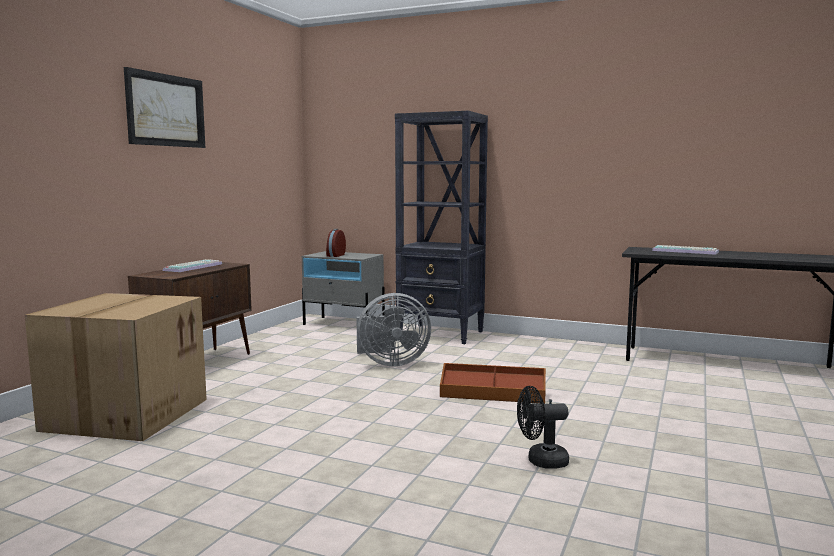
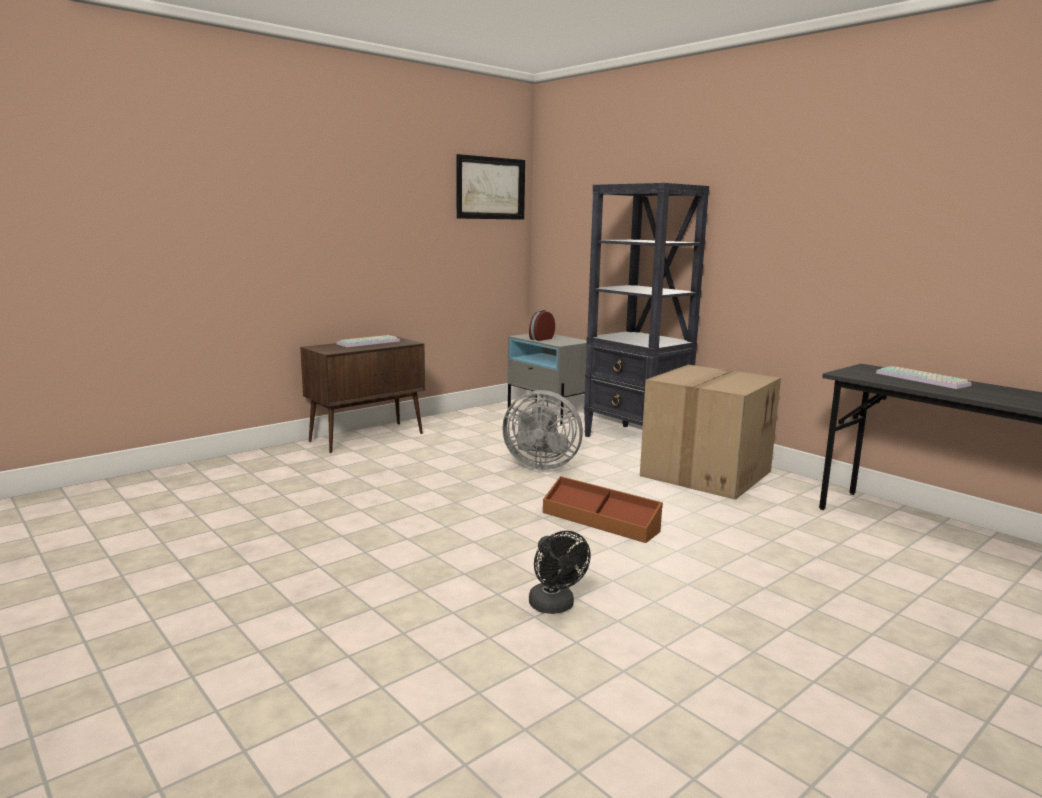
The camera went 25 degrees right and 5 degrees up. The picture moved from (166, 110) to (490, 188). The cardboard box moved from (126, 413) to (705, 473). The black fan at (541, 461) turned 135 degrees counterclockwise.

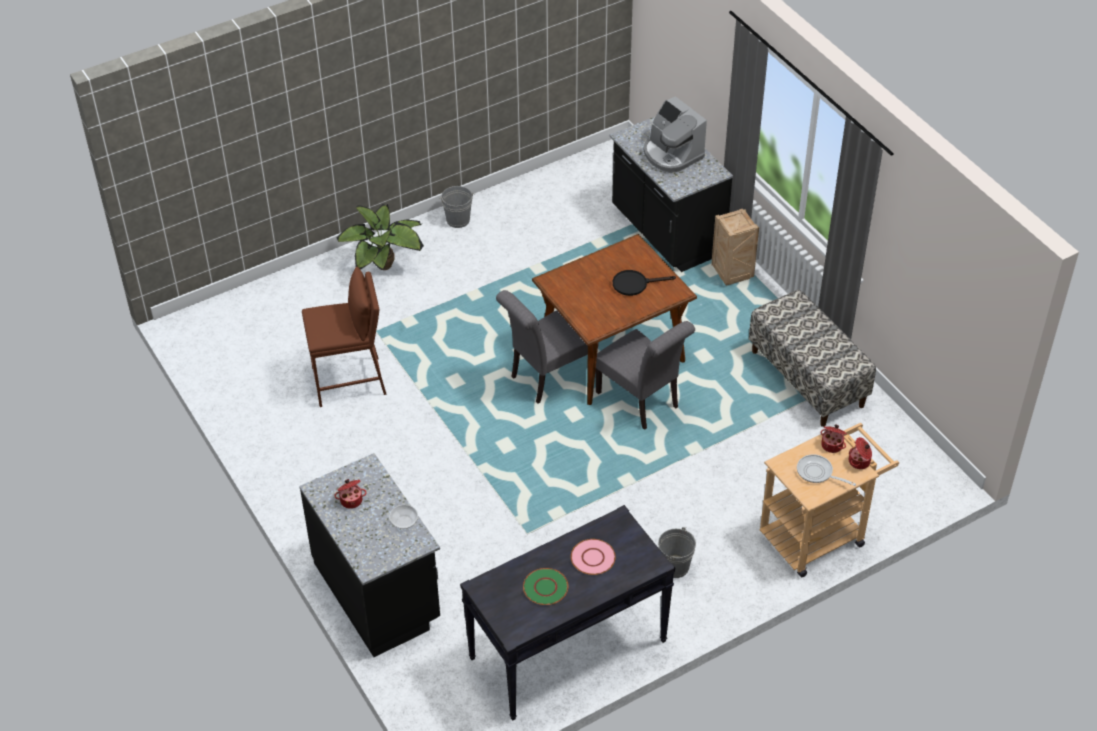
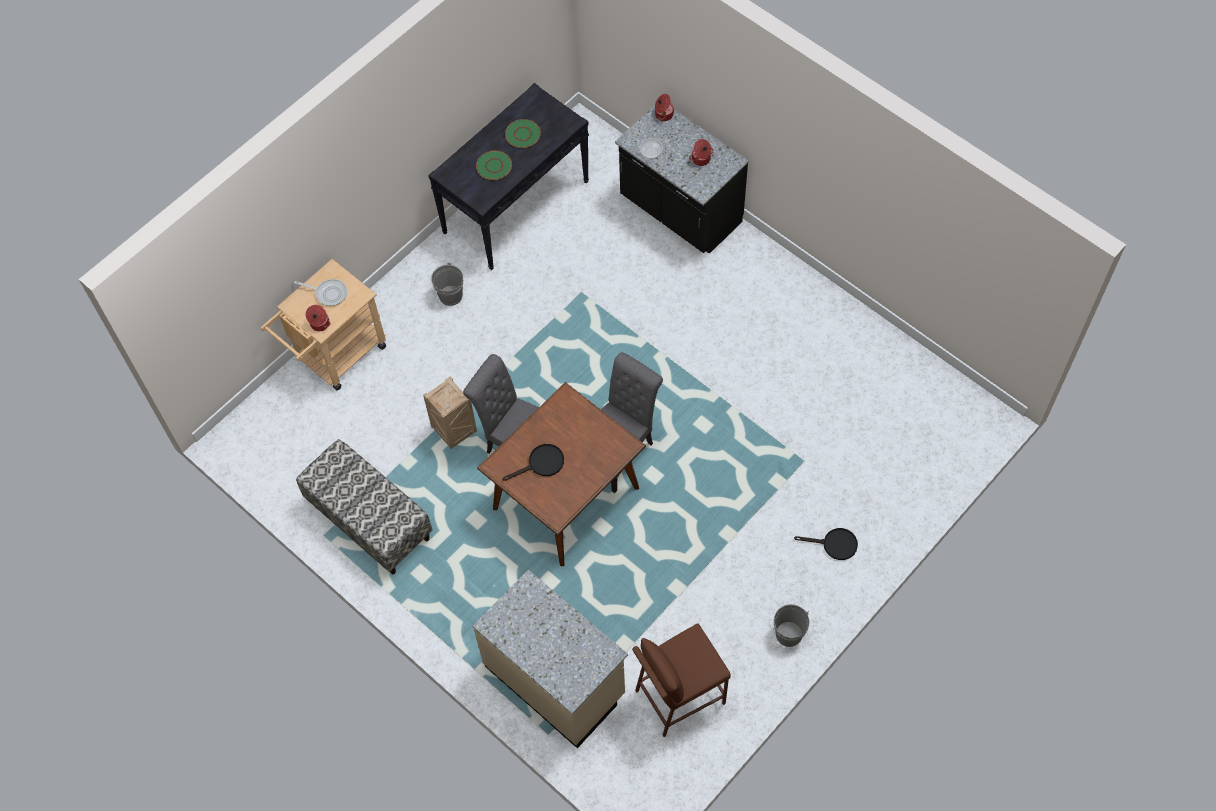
The camera went 165 degrees right and 15 degrees up. The coffee machine at (671, 154) disappeared. The black counter at (666, 233) became the beige counter at (556, 680). The potted plant at (385, 267) was replaced by the black frying pan at (834, 544). The crate moved from (733, 274) to (453, 431). The brown stool moved from (349, 381) to (679, 696). The cooking pot moved from (860, 462) to (663, 114). The pink plate at (593, 557) became the green plate at (494, 166).

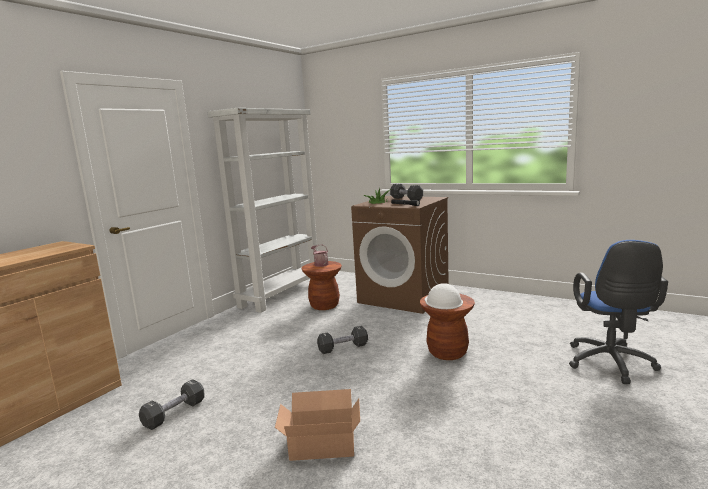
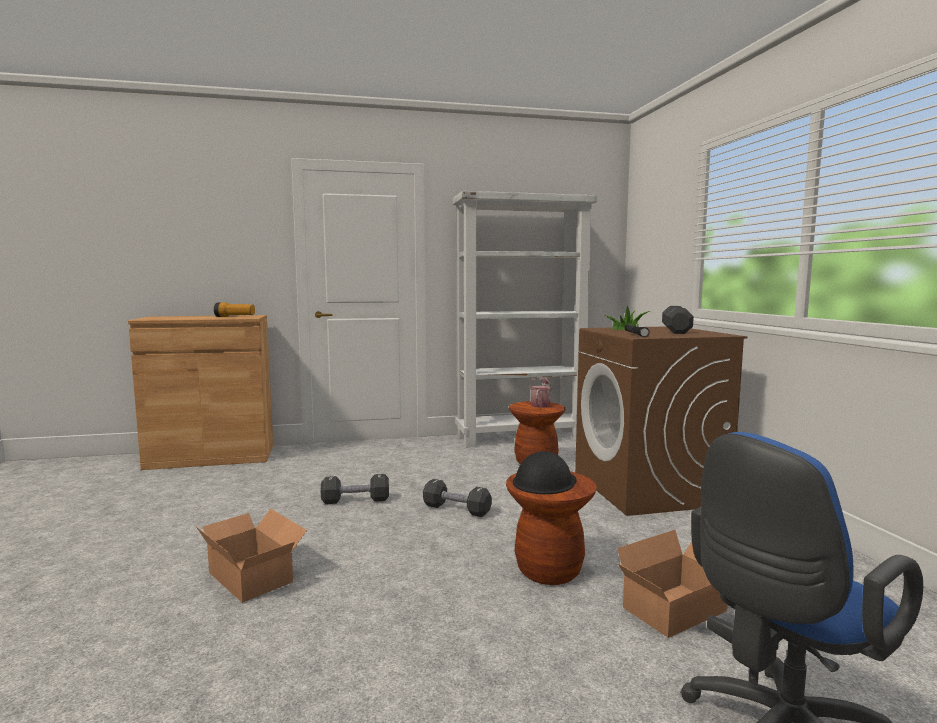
The camera went 45 degrees right and 5 degrees down. The white hard hat at (443, 301) became the black hard hat at (544, 481). The black dumbbell moved from (174, 413) to (355, 500). The flashlight at (235, 317) appeared. The cardboard box at (679, 610) appeared.

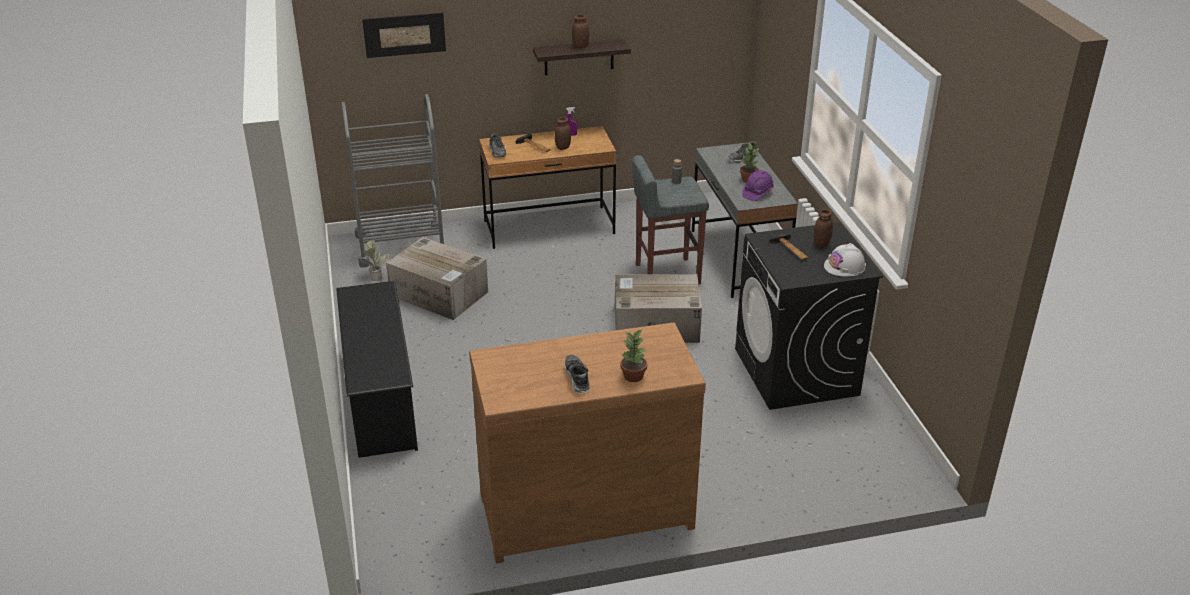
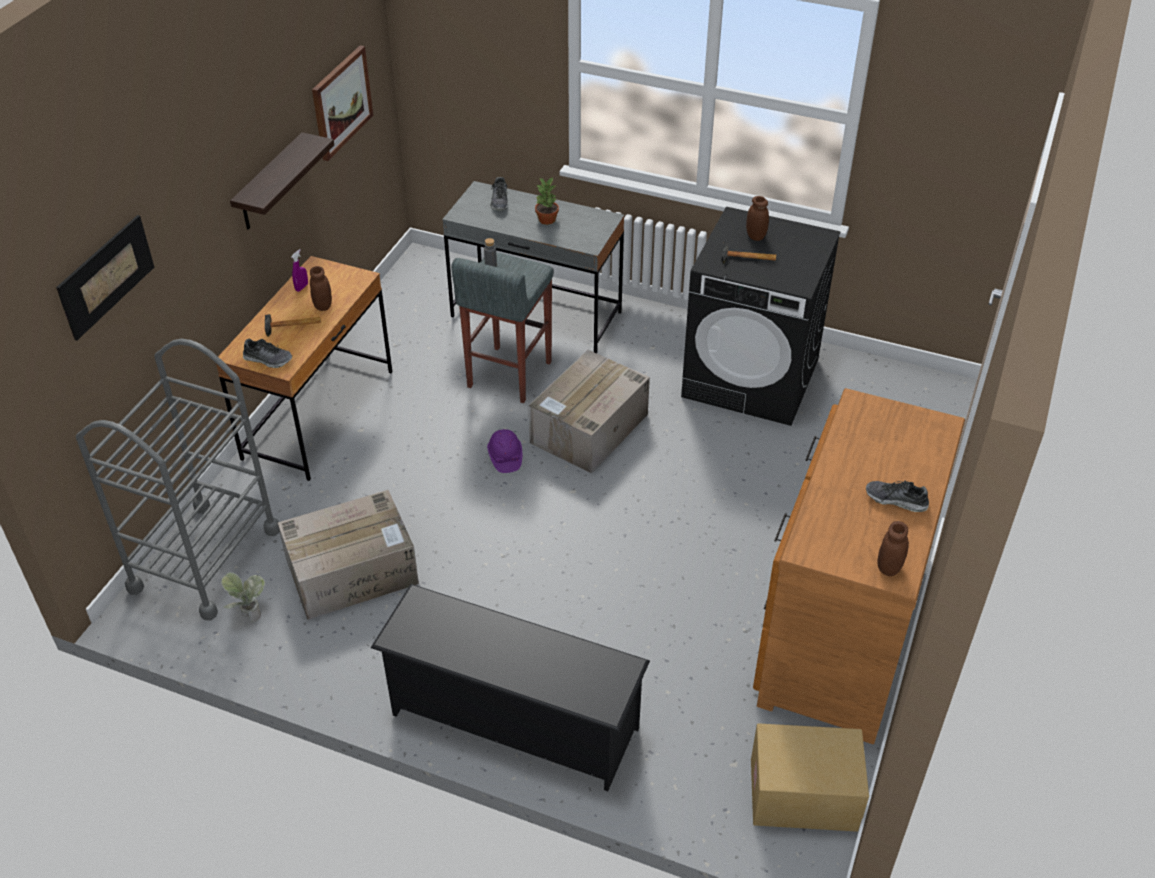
The camera went 55 degrees left and 10 degrees up. The brown jar moved from (580, 46) to (889, 568). The purple hard hat moved from (757, 193) to (505, 457). The white hard hat at (844, 266) disappeared. The potted plant at (634, 376) disappeared. The picture at (341, 102) appeared. The cardboard box at (802, 796) appeared.

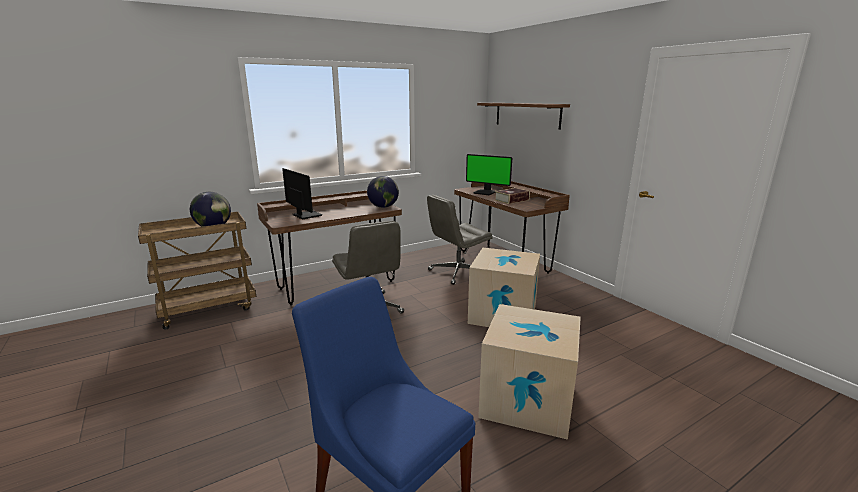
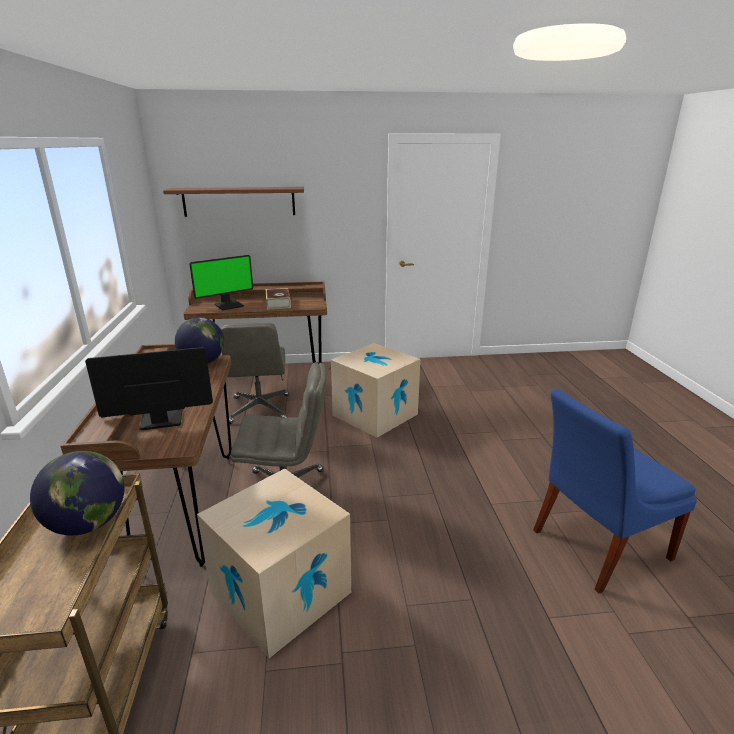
The camera went 65 degrees left and 5 degrees up. The cardboard box moved from (527, 400) to (281, 592).

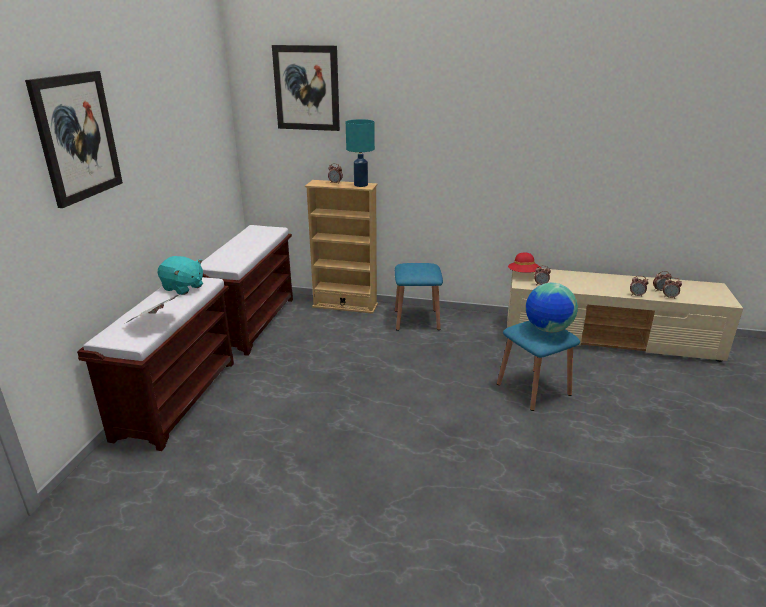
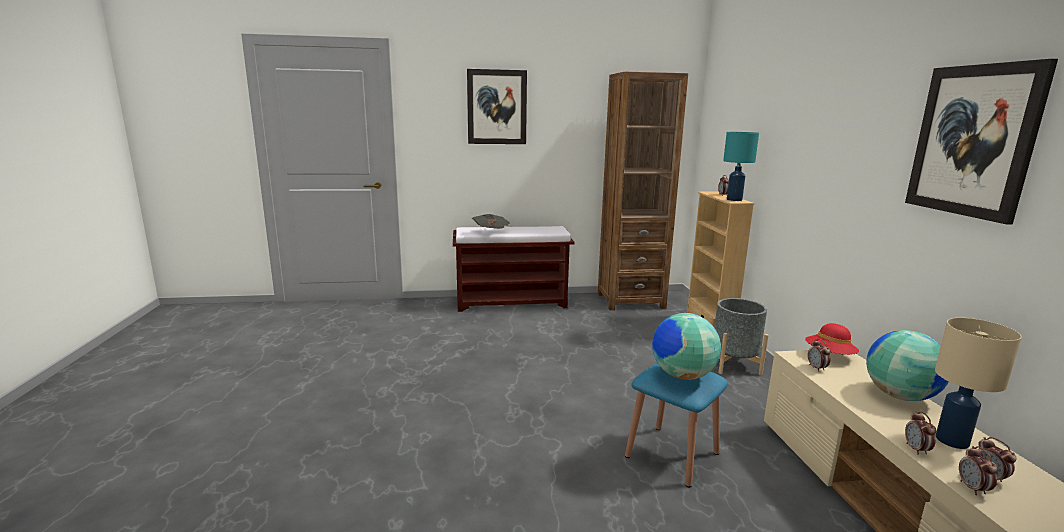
The camera went 70 degrees right and 10 degrees down. The picture moved from (307, 88) to (973, 141). The brown bench at (252, 322) was replaced by the brown bookcase at (630, 301). The turquoise plush toy at (183, 288) disappeared. The blue stool at (416, 320) was replaced by the grey planter at (733, 364). The beige table lamp at (951, 441) appeared. The globe at (899, 395) appeared.

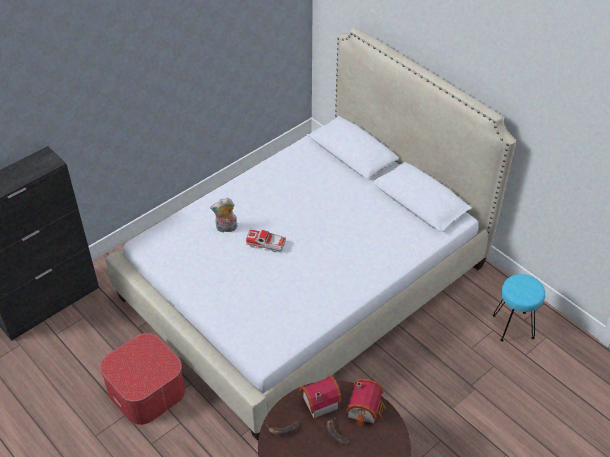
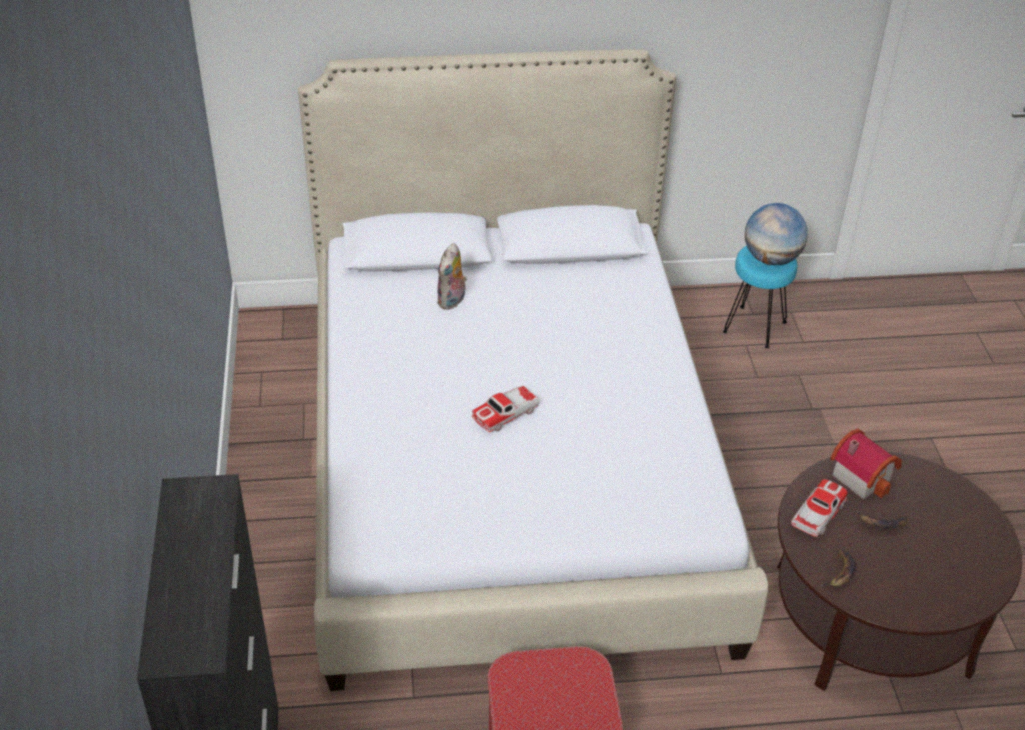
The camera went 55 degrees left and 5 degrees down. The plush toy moved from (226, 229) to (452, 301). The toy house at (318, 402) was replaced by the toy car at (818, 514). The globe at (771, 259) appeared.

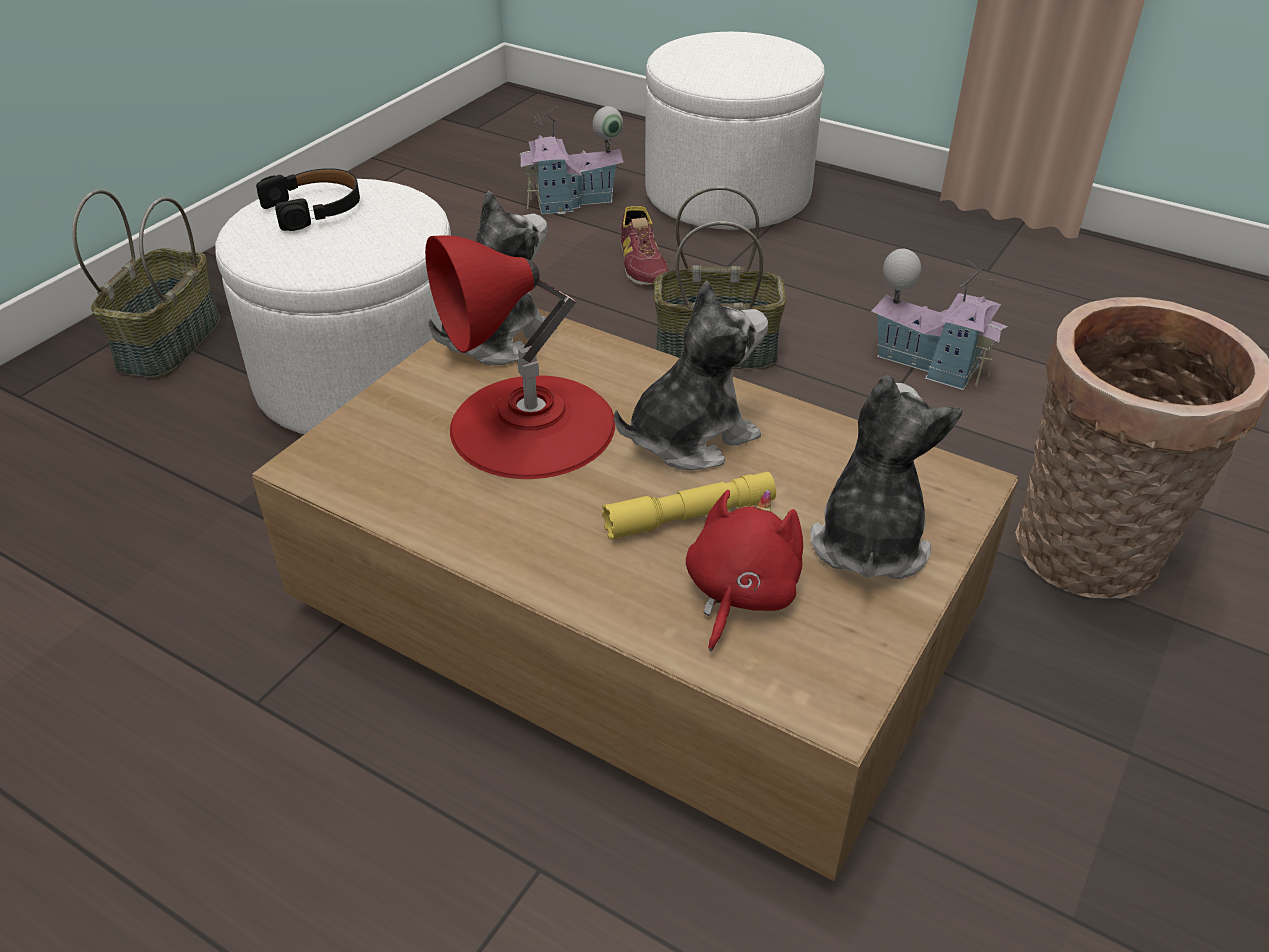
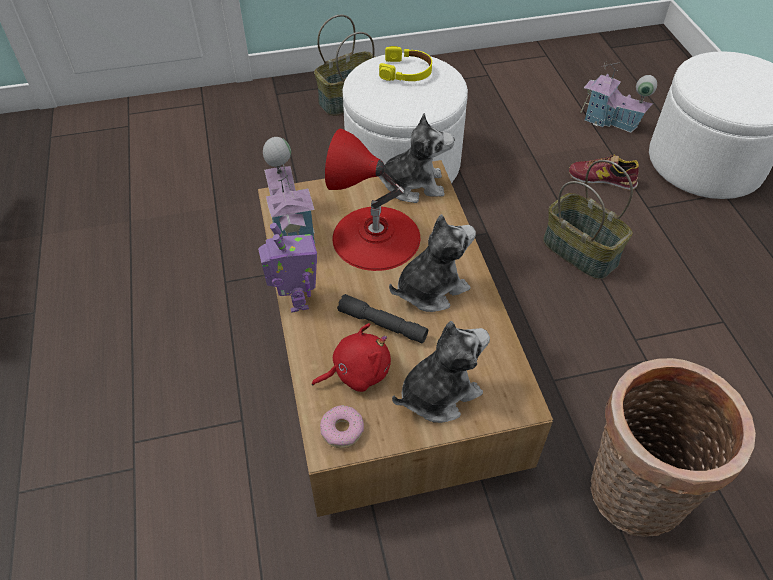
The camera went 45 degrees right and 10 degrees up. The black headphones at (315, 208) became the yellow headphones at (406, 71). The shoe at (642, 263) turned 75 degrees clockwise. The toy house moved from (930, 364) to (291, 225). The plush toy at (690, 437) turned 45 degrees counterclockwise. The yellow flashlight at (689, 516) became the grey flashlight at (382, 324). The toy robot at (295, 300) appeared. The donut at (342, 430) appeared.

